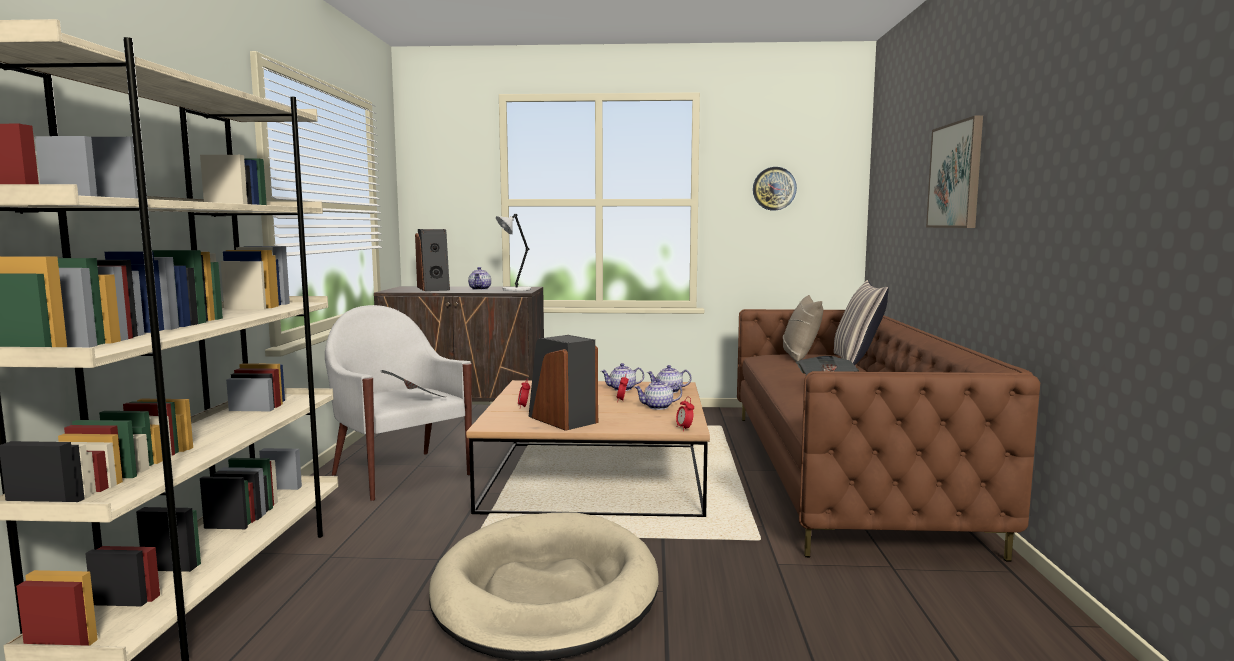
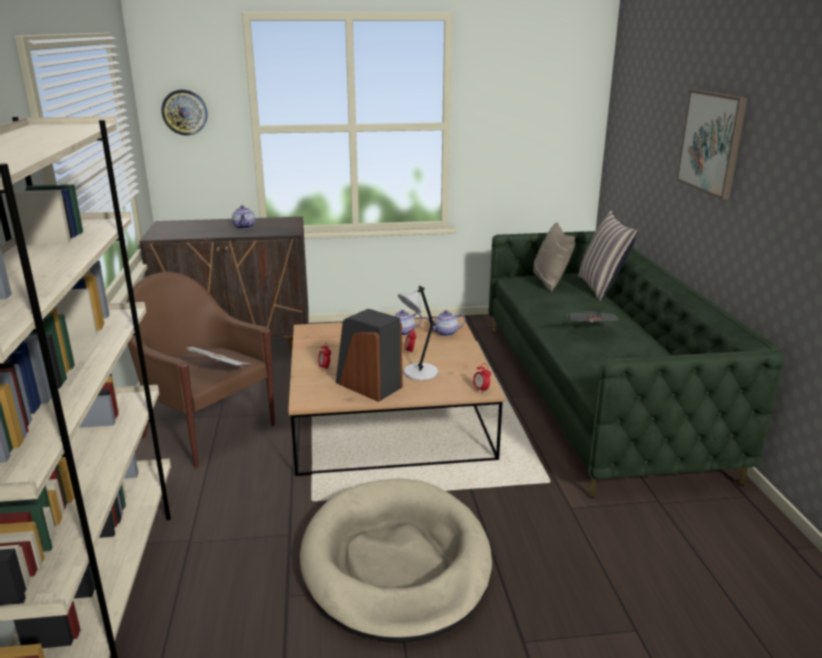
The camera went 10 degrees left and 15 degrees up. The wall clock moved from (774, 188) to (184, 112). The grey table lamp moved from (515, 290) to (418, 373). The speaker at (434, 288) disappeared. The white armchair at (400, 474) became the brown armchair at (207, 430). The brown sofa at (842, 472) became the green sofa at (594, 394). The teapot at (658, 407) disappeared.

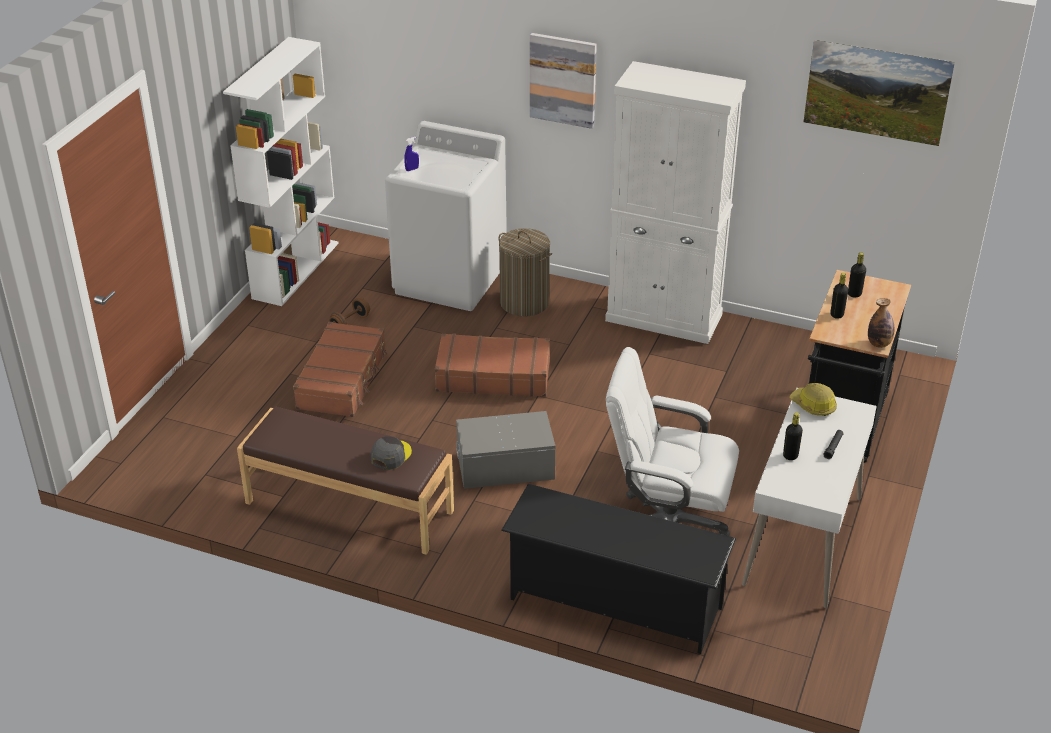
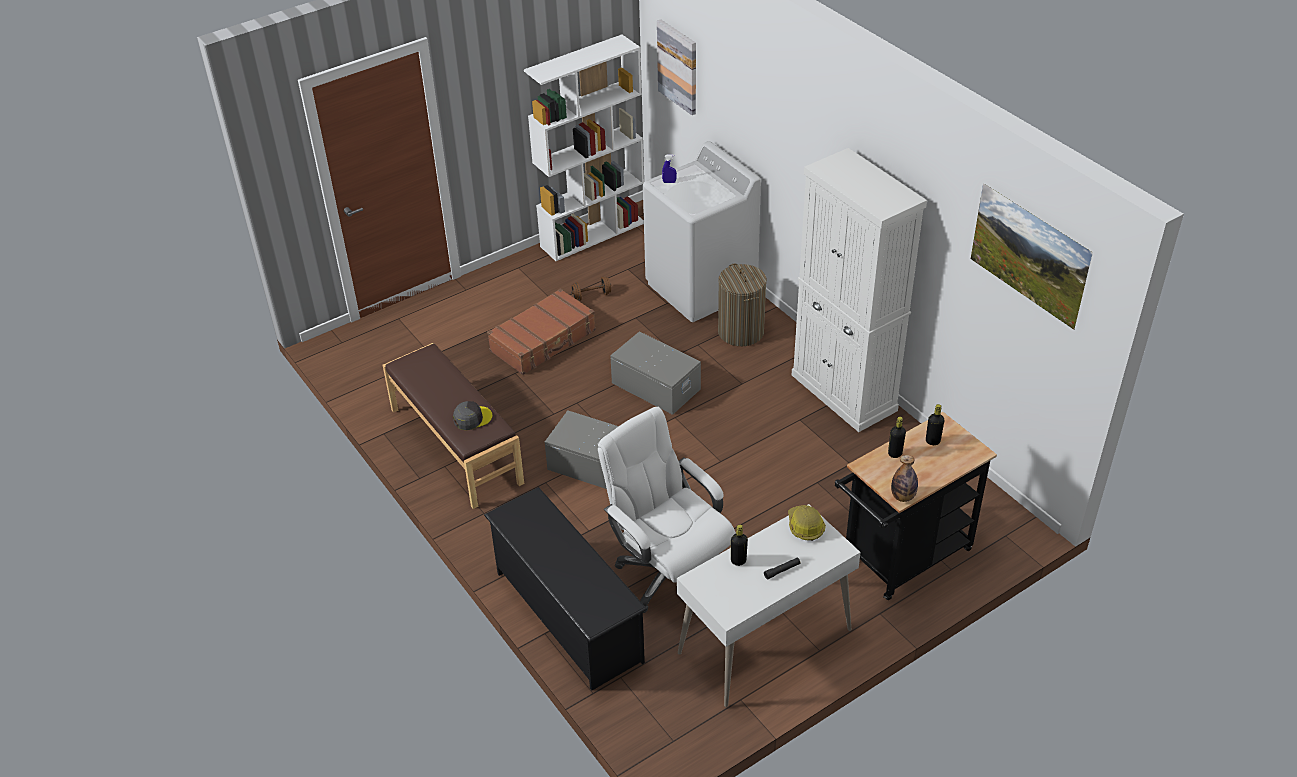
The camera went 35 degrees right and 5 degrees up. The picture moved from (563, 80) to (678, 66). The brown suitcase at (493, 375) was replaced by the grey storage box at (656, 385).

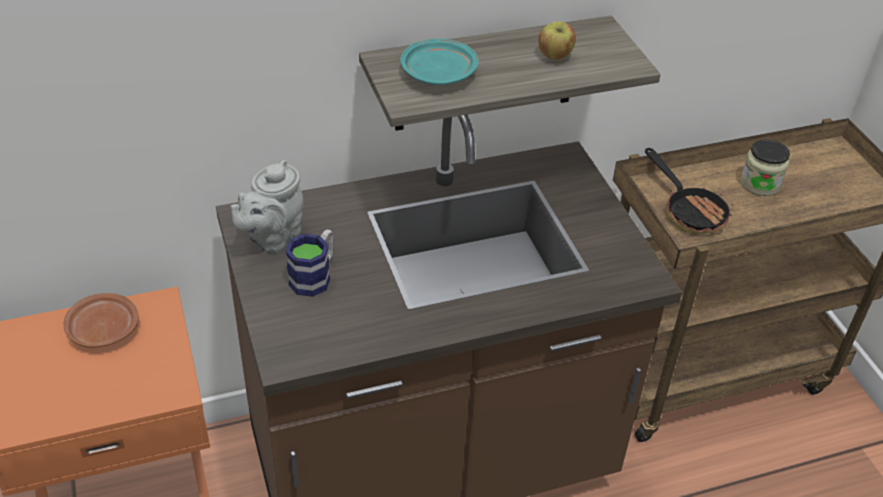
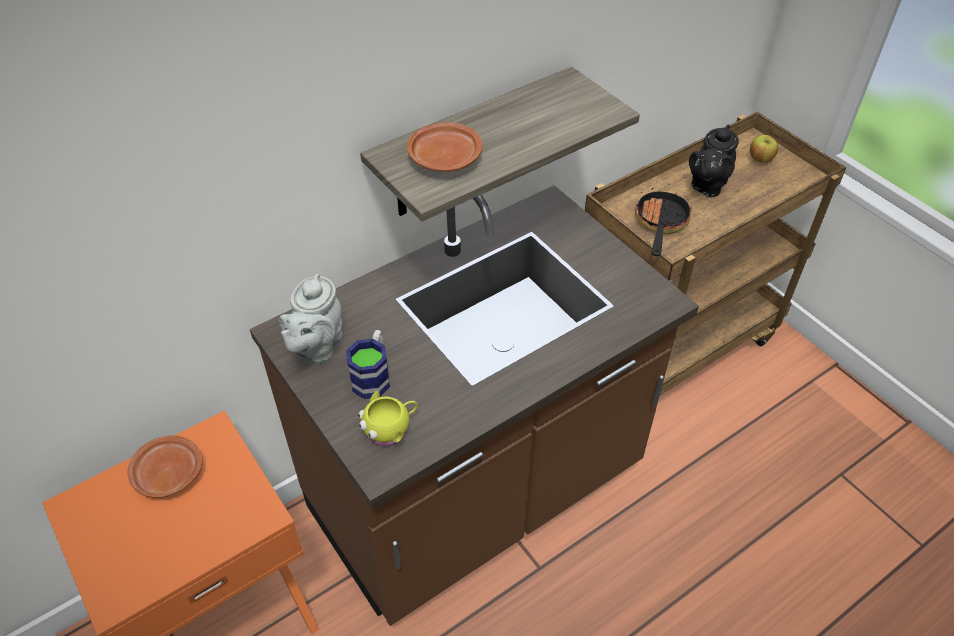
The camera went 15 degrees left and 5 degrees up. The apple moved from (555, 56) to (760, 159). The turquoise plate at (439, 73) became the brown plate at (445, 158). The jar at (760, 183) was replaced by the black teapot at (707, 186). The frying pan at (689, 210) turned 120 degrees counterclockwise. The yellow mug at (390, 428) appeared.

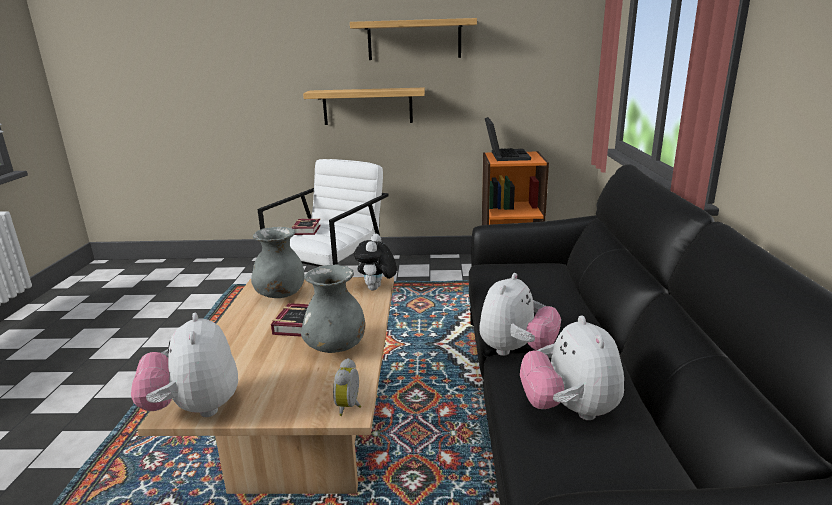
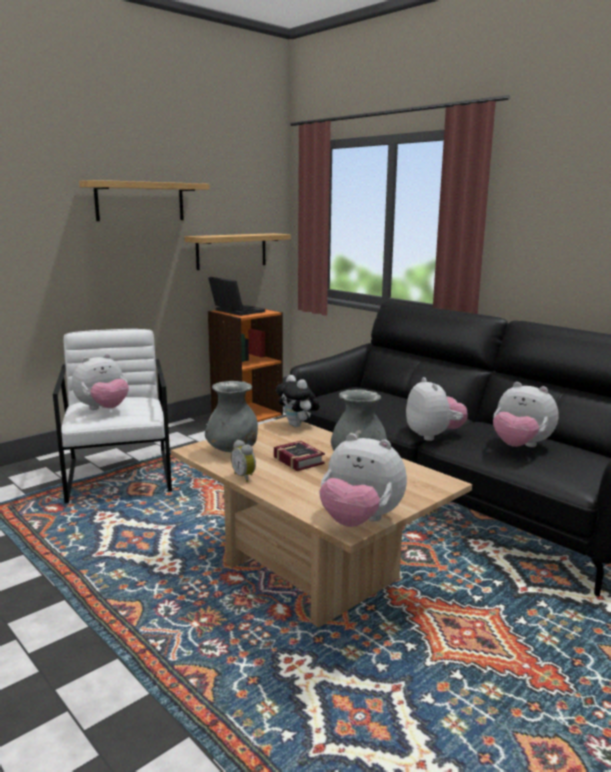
The camera went 45 degrees left and 5 degrees down. The shelf moved from (367, 106) to (231, 251). The book at (308, 229) was replaced by the plush toy at (103, 409). The alarm clock moved from (350, 406) to (245, 477).

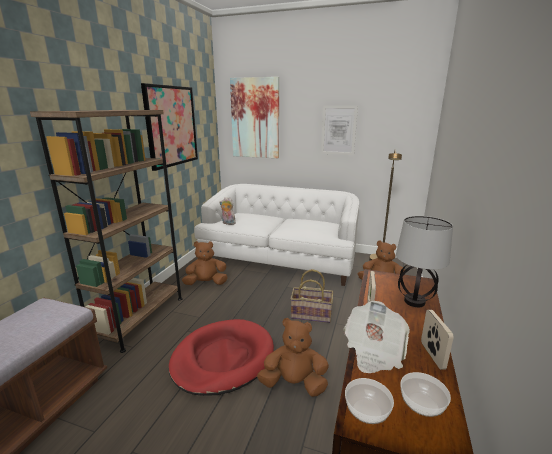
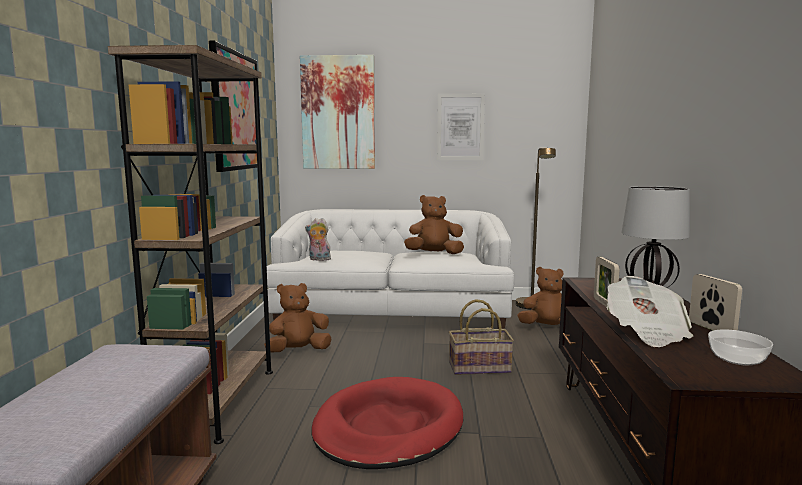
The camera went 15 degrees left and 10 degrees down. The brown plush toy moved from (294, 384) to (434, 254). The bowl at (366, 409) disappeared.

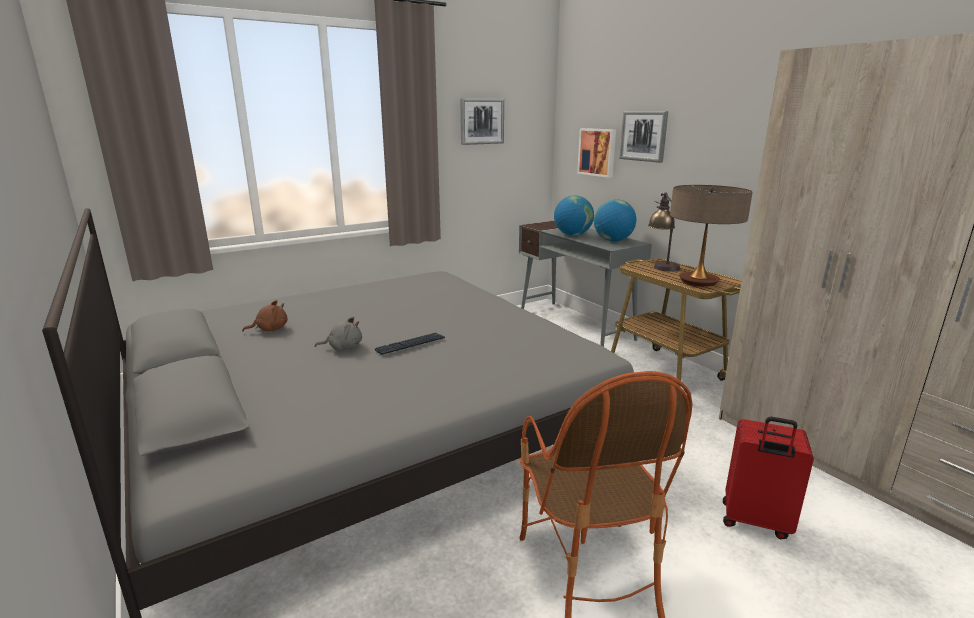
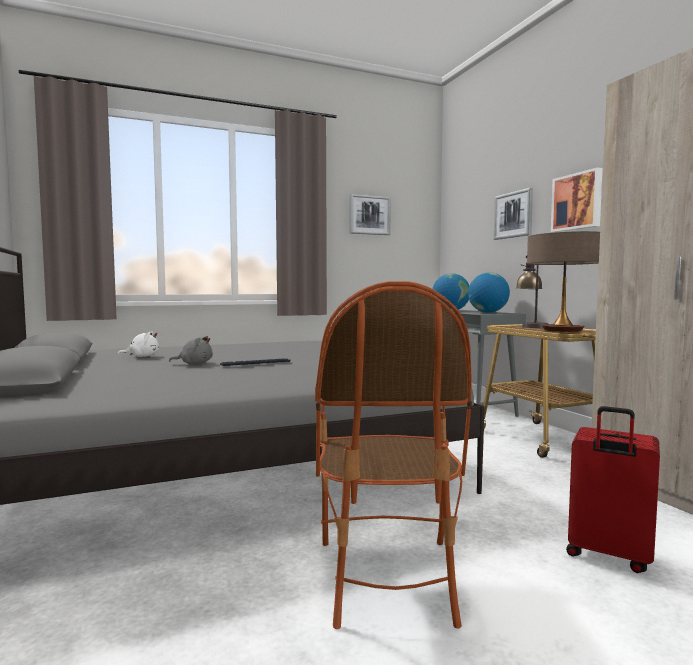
The camera went 10 degrees right and 15 degrees down. The picture moved from (597, 152) to (577, 201). The brown plush toy at (270, 329) became the white plush toy at (142, 356).

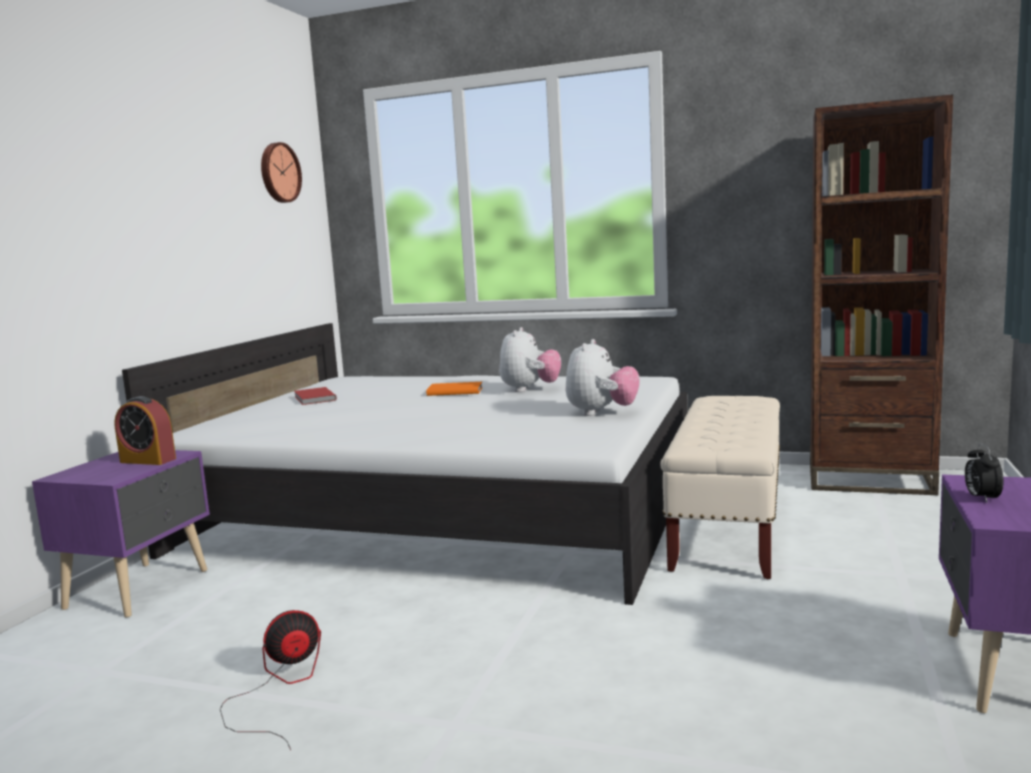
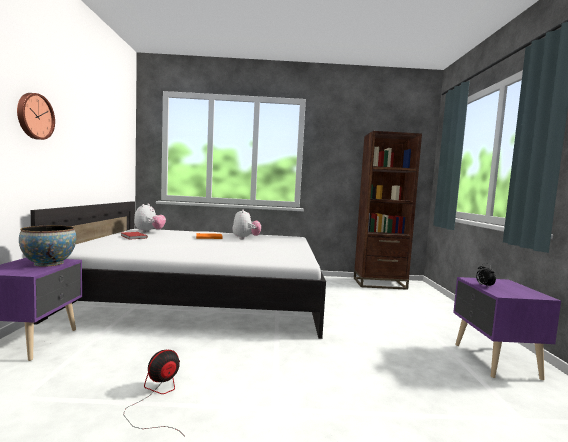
The camera went 20 degrees left and 5 degrees down. The wall clock moved from (279, 173) to (34, 116). The plush toy moved from (601, 413) to (149, 232). The alarm clock at (148, 460) was replaced by the bowl at (49, 263). The beige bench at (728, 527) disappeared.

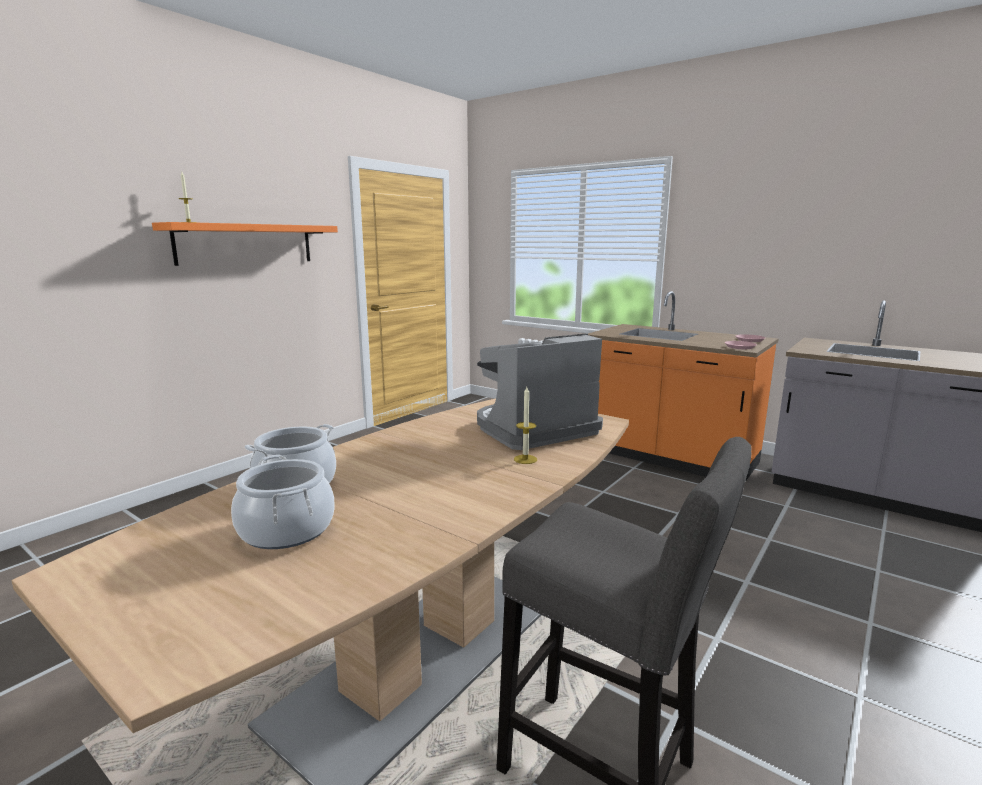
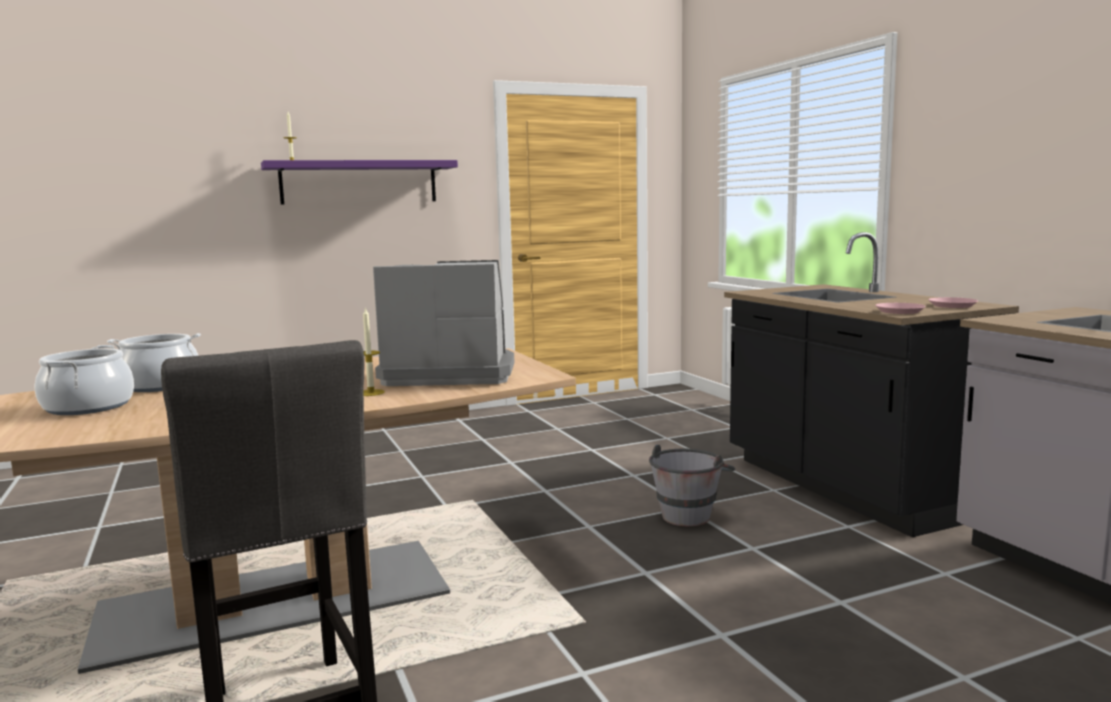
The camera went 30 degrees right and 5 degrees down. The orange shelf at (246, 244) became the purple shelf at (359, 182). The orange counter at (668, 457) became the black counter at (847, 487). The grey bucket at (690, 513) appeared.

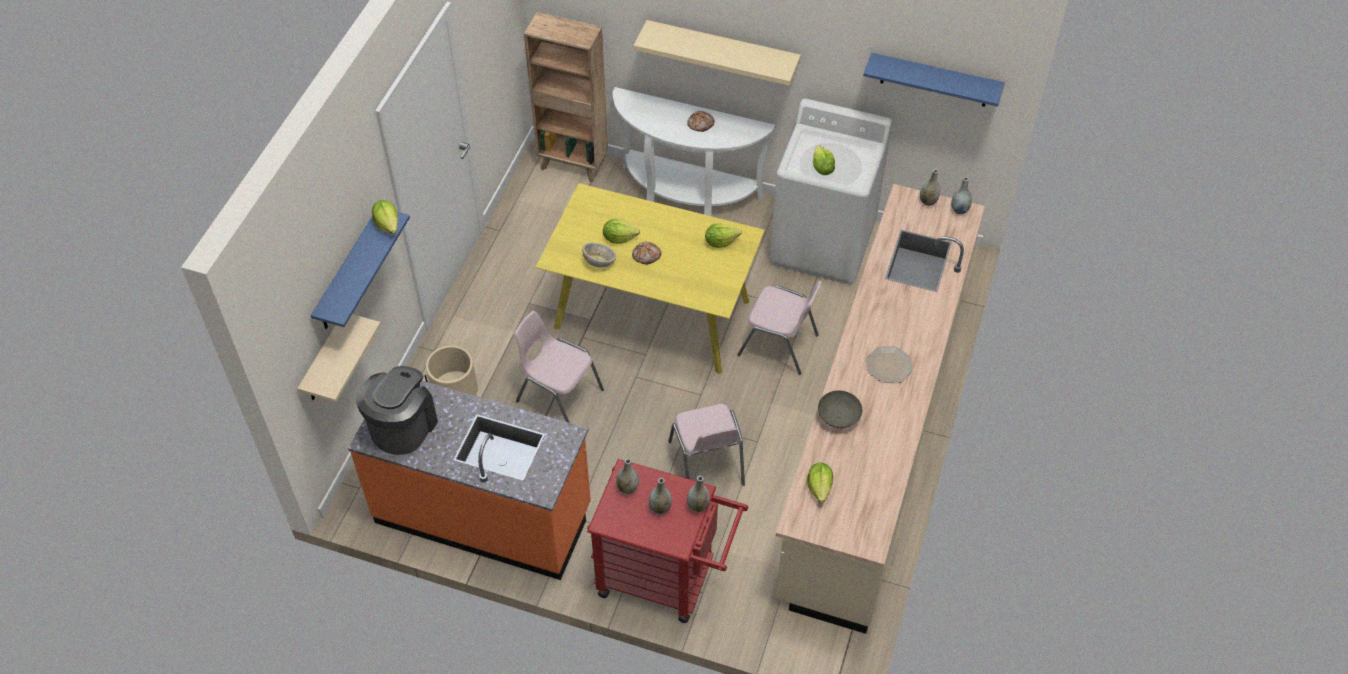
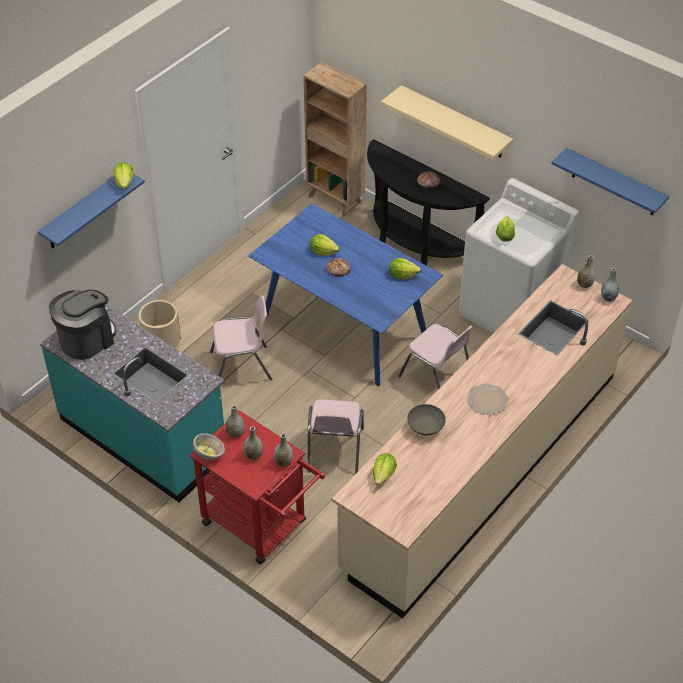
The camera went 20 degrees right and 5 degrees down. The white console table at (686, 195) became the black console table at (414, 244). The yellow dining table at (653, 313) became the blue dining table at (346, 326). The bowl moved from (599, 262) to (209, 453). The pink chair at (558, 395) turned 120 degrees clockwise. The beige shelf at (324, 361) disappeared. The orange counter at (484, 514) became the turquoise counter at (144, 437).

